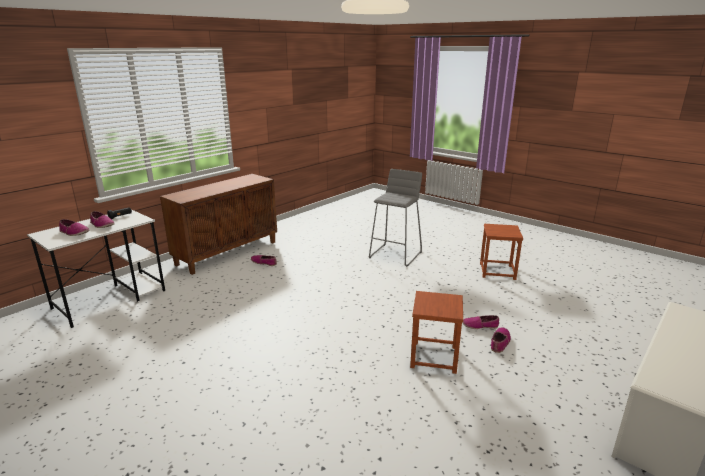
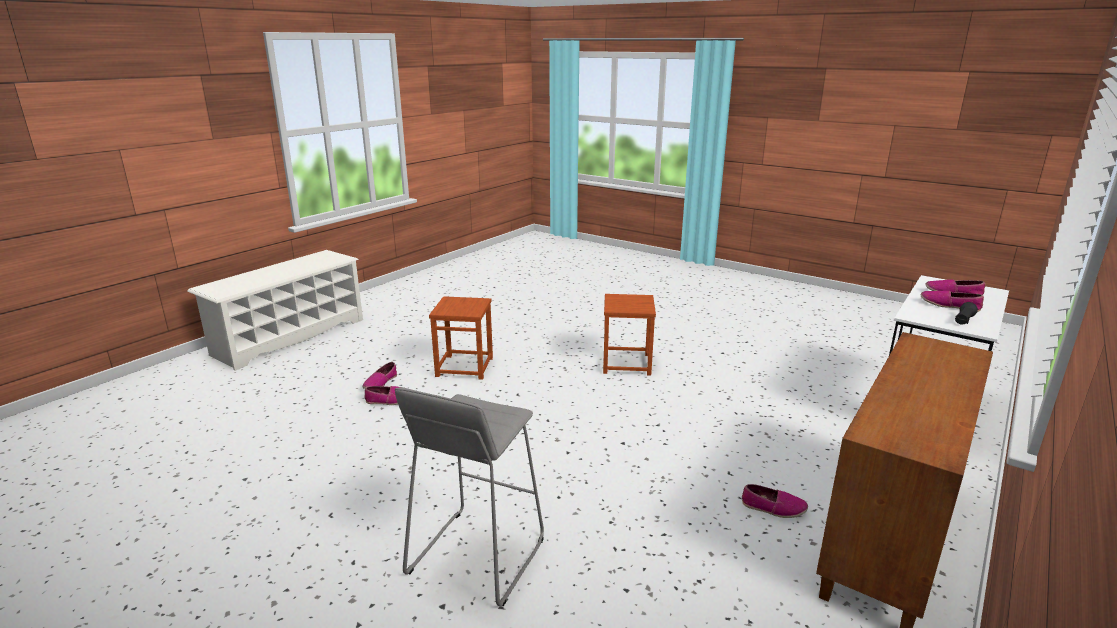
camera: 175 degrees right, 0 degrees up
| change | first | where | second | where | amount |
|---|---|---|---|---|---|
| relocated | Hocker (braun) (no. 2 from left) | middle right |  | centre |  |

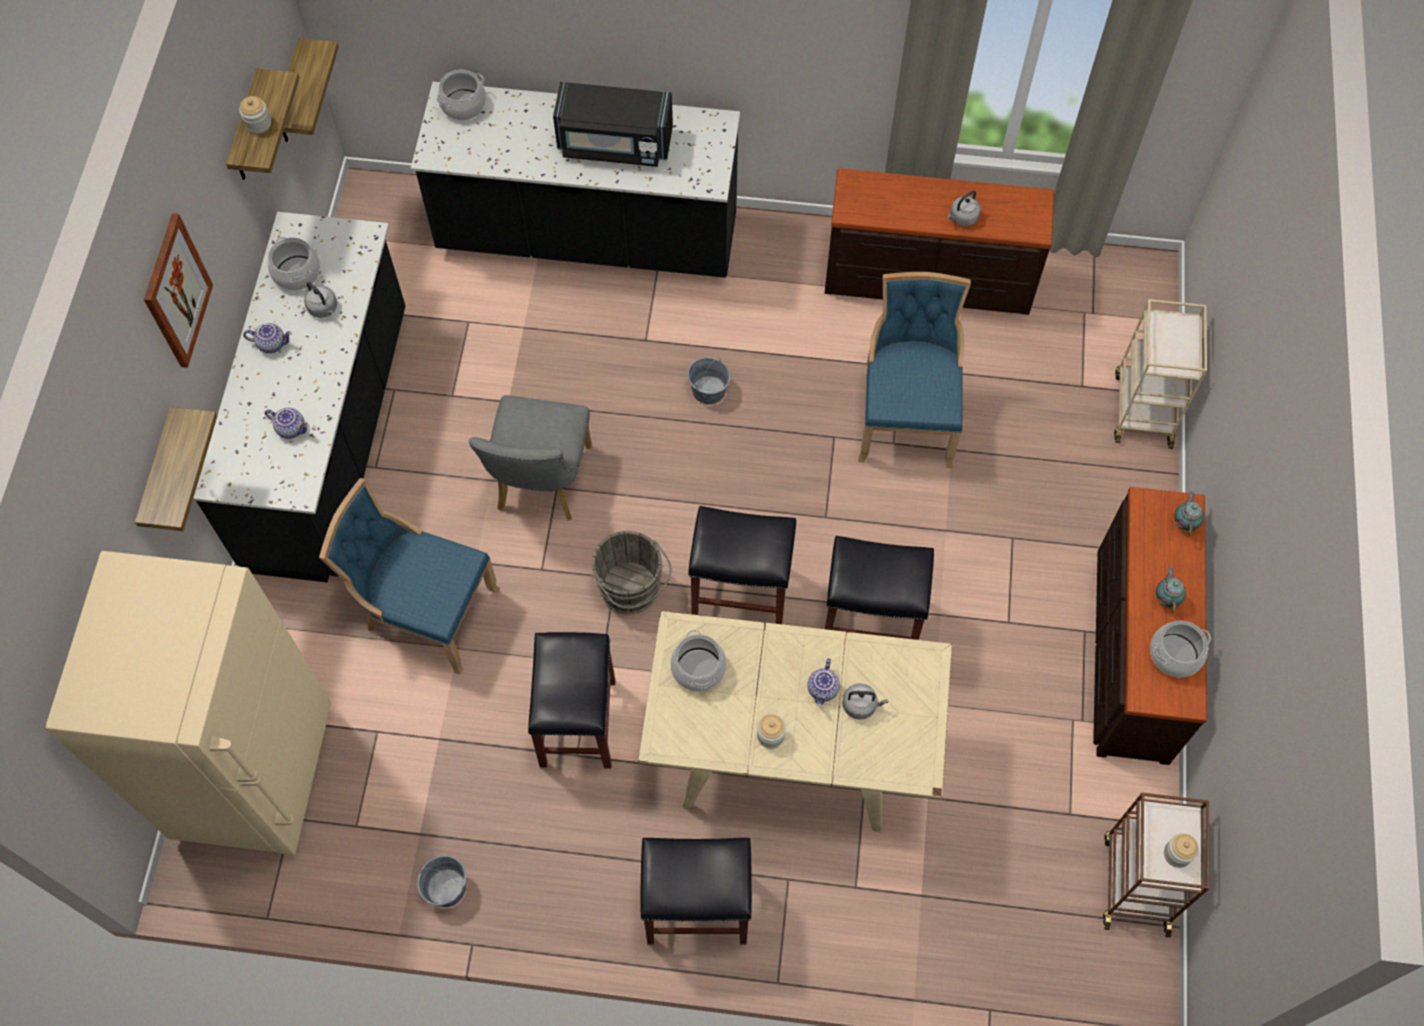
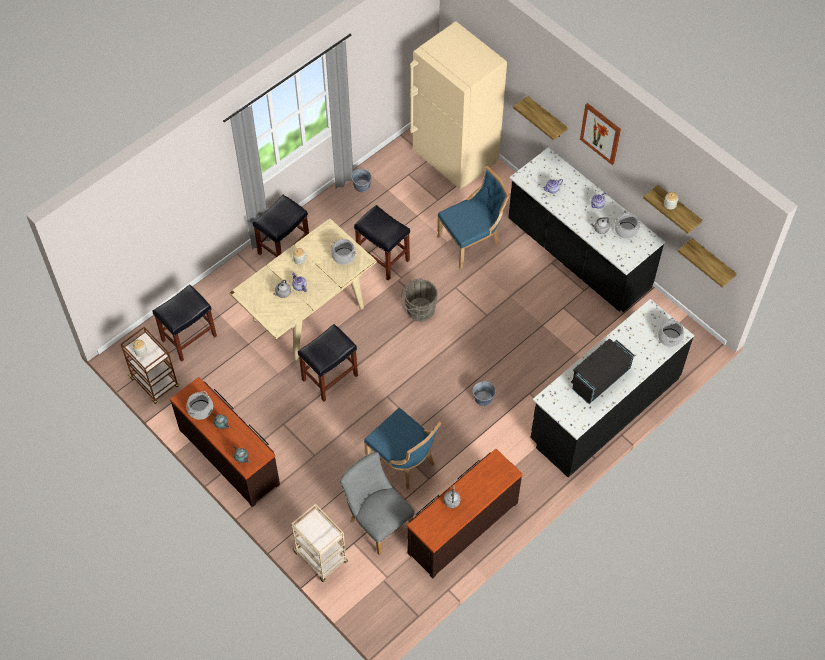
camera: 130 degrees right, 5 degrees down
| change | first | where | second | where | amount |
|---|---|---|---|---|---|
| relocated | Stuhl (grau) | centre |  | bottom centre |  |
| relocated | Hocker (schwarz) (no. 3 from left in the first image) | centre | Hocker (schwarz) (no. 1 from left) | middle left |  |

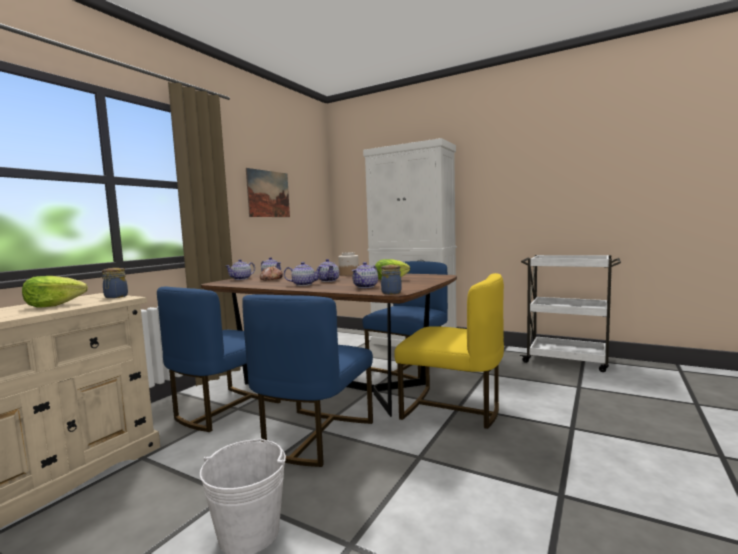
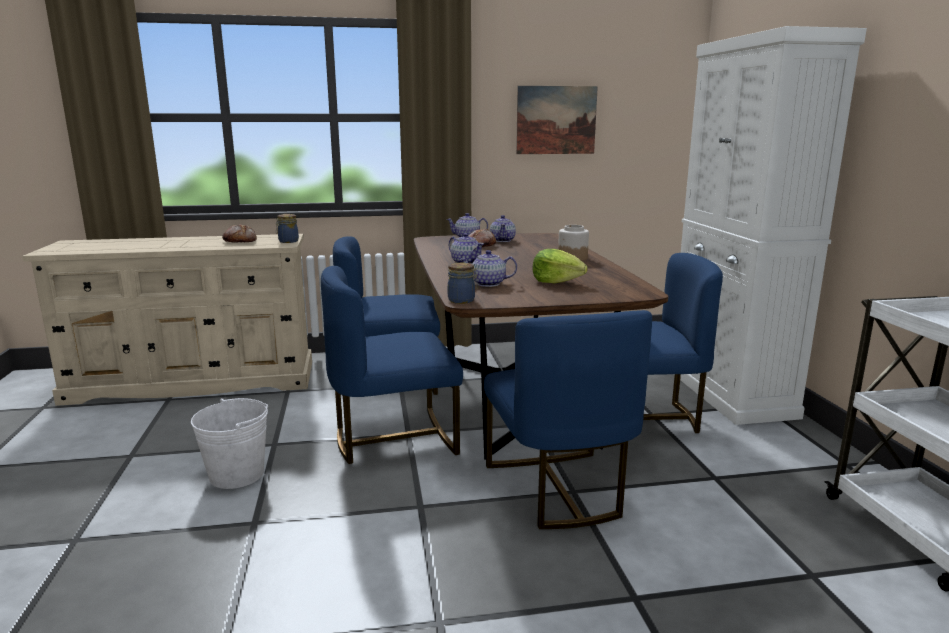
camera: 50 degrees right, 10 degrees up
| change | first | where | second | where | amount |
|---|---|---|---|---|---|
| missing | Teekanne (no. 4 from left) | centre |  |  |  |
| colour | Stuhl (gelb) | centre | Stuhl (blau) (no. 3 from left) | centre |  |
| exchanged | Salatkopf (no. 1 from left) | middle left | Brot (no. 1 from left) | middle left |  |

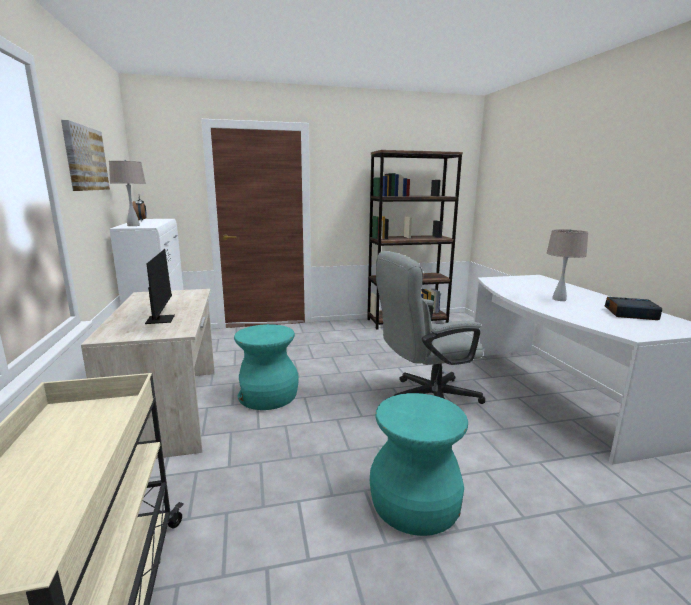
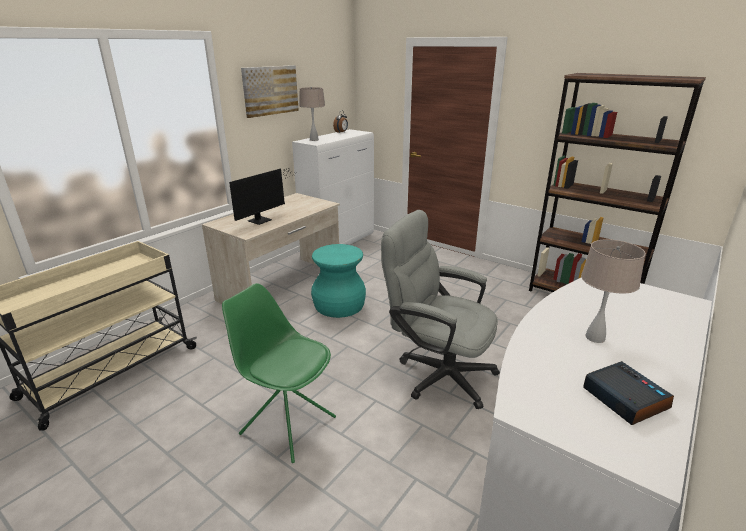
camera: 50 degrees right, 10 degrees up
| change | first | where | second | where | amount |
|---|---|---|---|---|---|
| exchanged | Hocker (türkis) (no. 2 from left) | bottom centre | Stuhl (grün) | bottom centre |  |

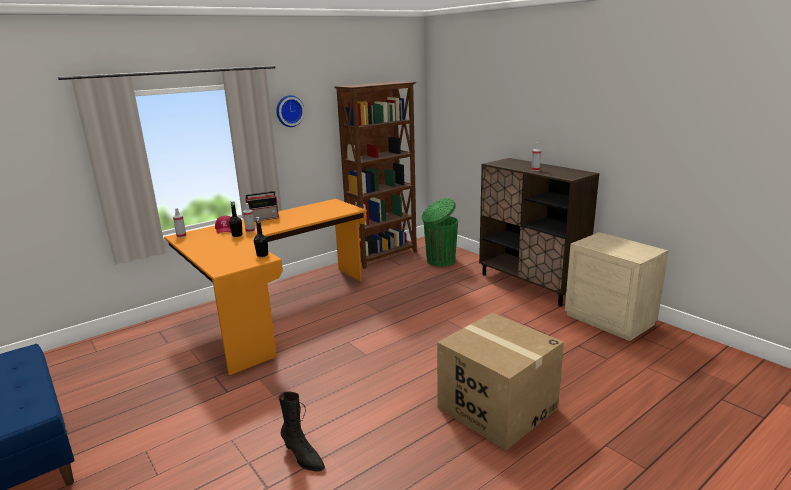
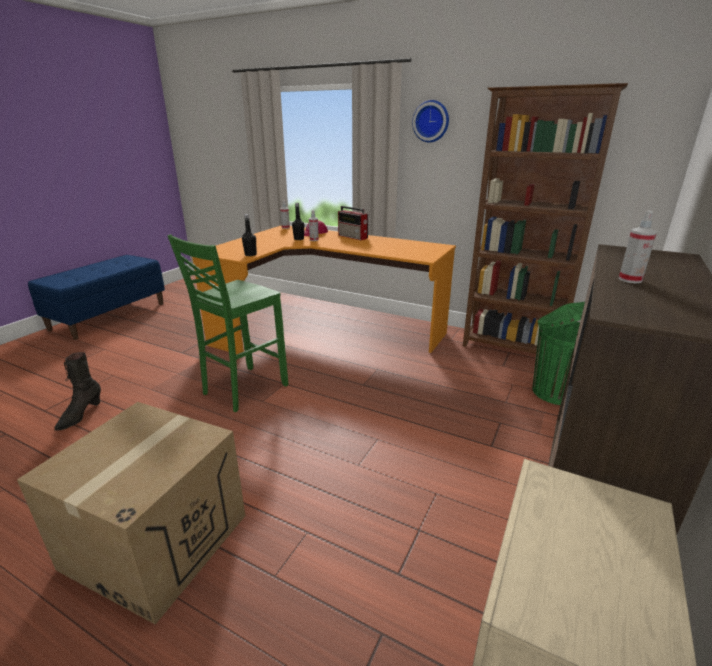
camera: 65 degrees right, 5 degrees up
| change | first | where | second | where | amount |
|---|---|---|---|---|---|
| appeared |  |  | Hocker (grün) | middle left |  |

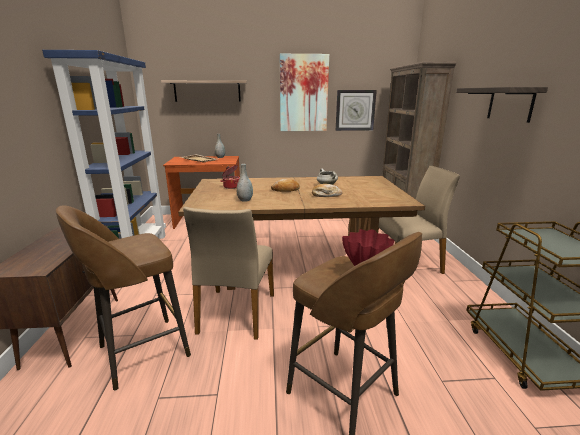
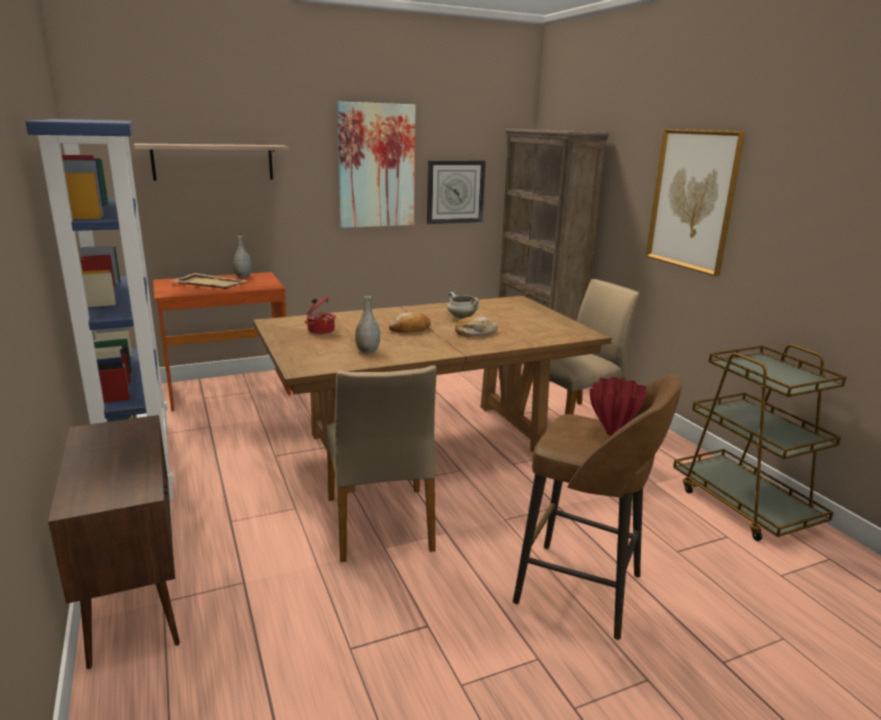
camera: 20 degrees left, 0 degrees up
| change | first | where | second | where | amount |
|---|---|---|---|---|---|
| exchanged | Wandregal (no. 2 from left) | top right | Bild (no. 2 from left) | top right |  |
| missing | Hocker (braun) (no. 1 from left) | bottom left |  |  |  |

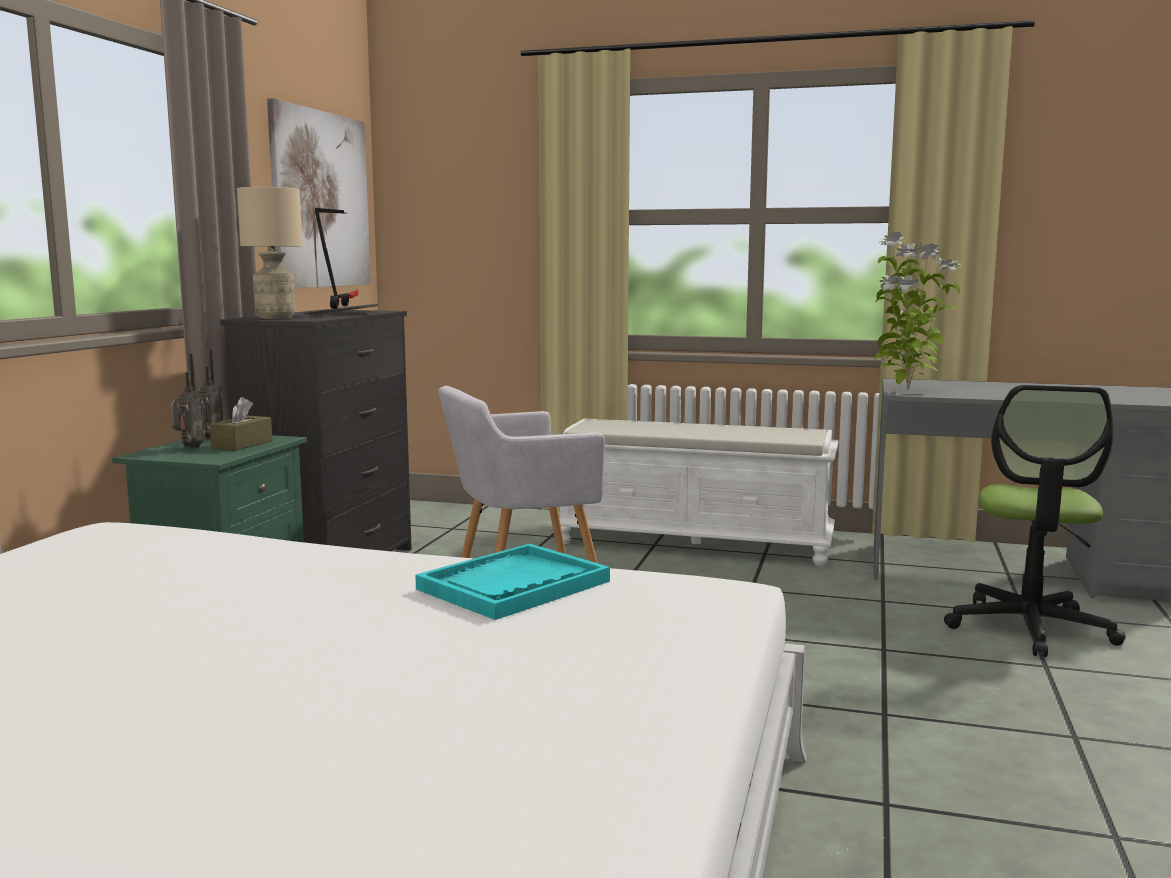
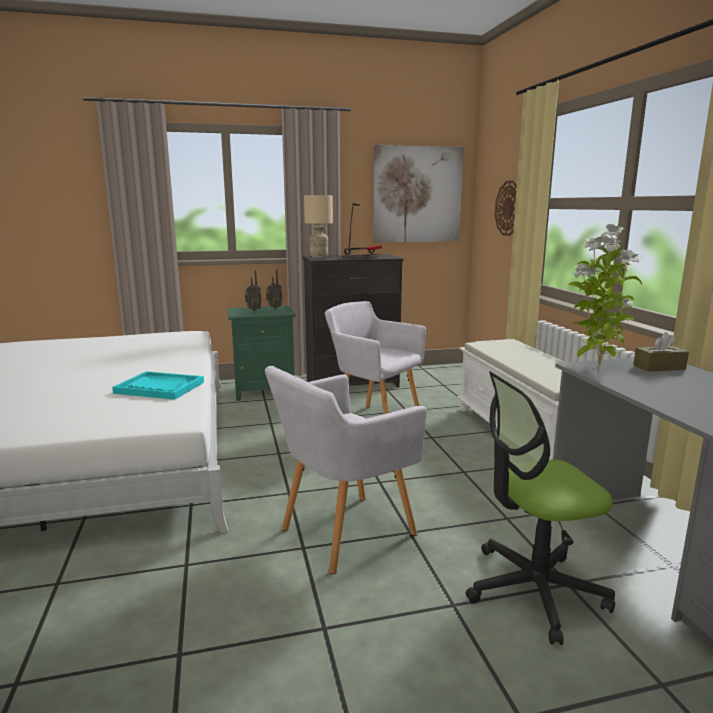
camera: 60 degrees right, 5 degrees up
| change | first | where | second | where | amount |
|---|---|---|---|---|---|
| relocated | Taschentuchbox (braun) | middle left |  | middle right |  |
| appeared |  |  | Wanduhr | top right |  |
| appeared |  |  | Sessel (grau) (no. 1 from left) | centre |  |

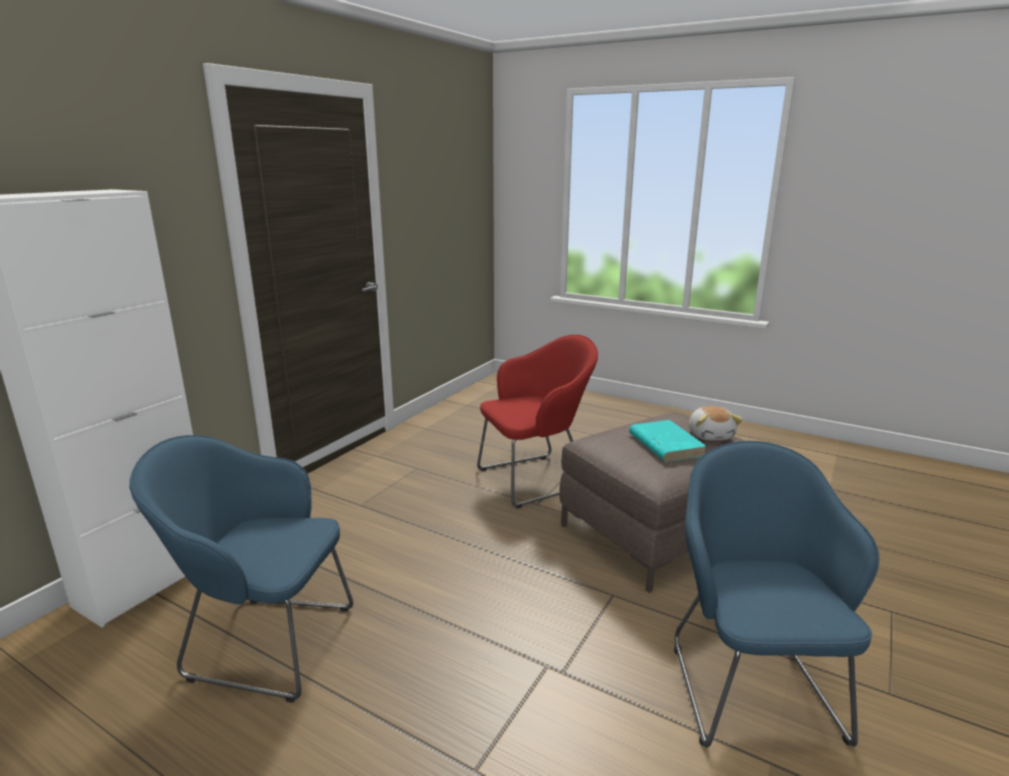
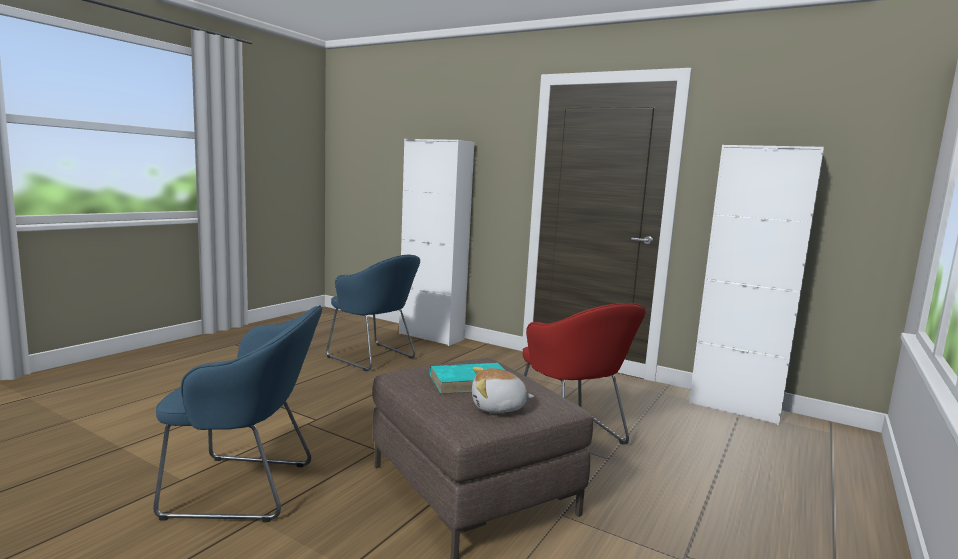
camera: 90 degrees right, 10 degrees down
| change | first | where | second | where | amount |
|---|---|---|---|---|---|
| spun | Sessel (blau) (no. 1 from left in the first image) | bottom left | Sessel (blau) (no. 2 from left) | centre | 120 degrees clockwise |
| appeared |  |  | Schrank (weiß) (no. 2 from left) | middle right |  |

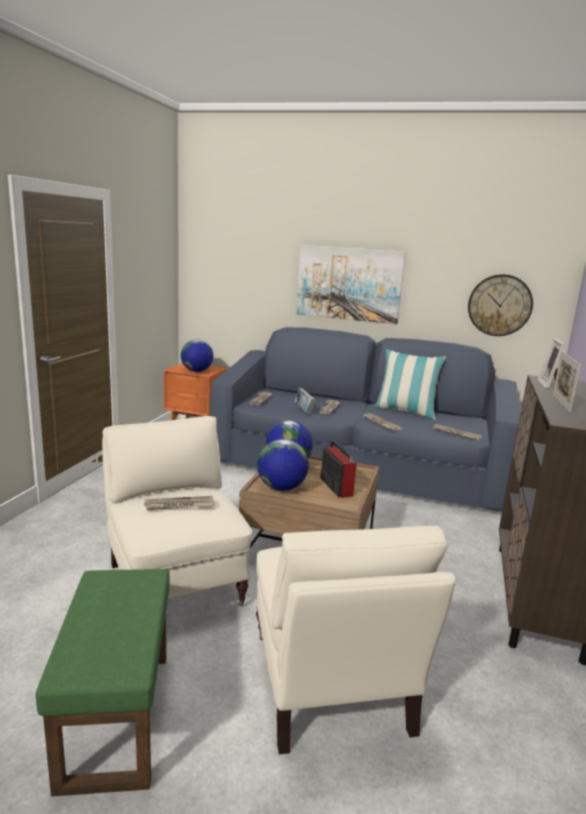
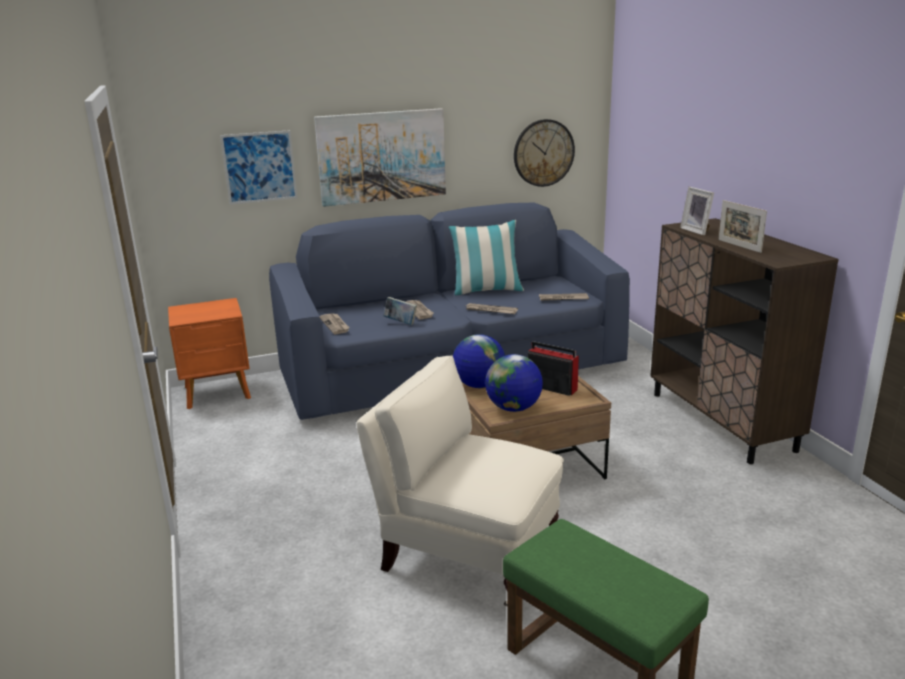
camera: 35 degrees left, 5 degrees up
| change | first | where | second | where | amount |
|---|---|---|---|---|---|
| missing | Globus (no. 1 from left) | centre |  |  |  |
| missing | Zeitung (no. 1 from left) | middle left |  |  |  |
| missing | Sessel (beige) (no. 2 from left) | bottom centre |  |  |  |
| appeared |  |  | Bild (no. 1 from left) | top left |  |

